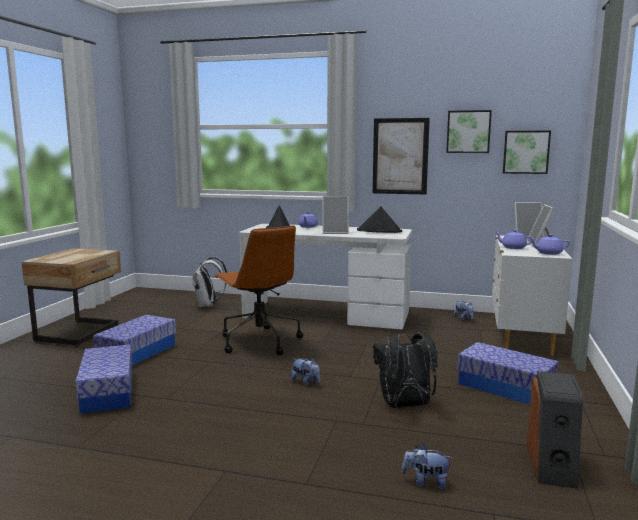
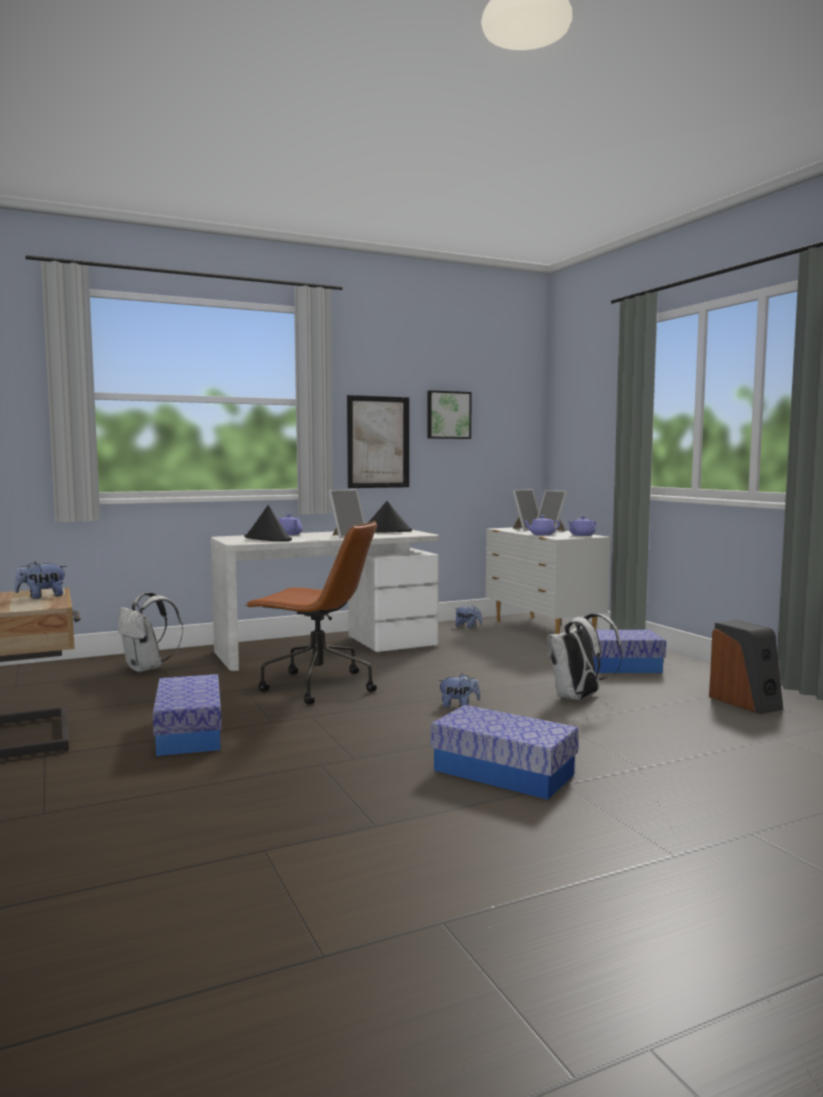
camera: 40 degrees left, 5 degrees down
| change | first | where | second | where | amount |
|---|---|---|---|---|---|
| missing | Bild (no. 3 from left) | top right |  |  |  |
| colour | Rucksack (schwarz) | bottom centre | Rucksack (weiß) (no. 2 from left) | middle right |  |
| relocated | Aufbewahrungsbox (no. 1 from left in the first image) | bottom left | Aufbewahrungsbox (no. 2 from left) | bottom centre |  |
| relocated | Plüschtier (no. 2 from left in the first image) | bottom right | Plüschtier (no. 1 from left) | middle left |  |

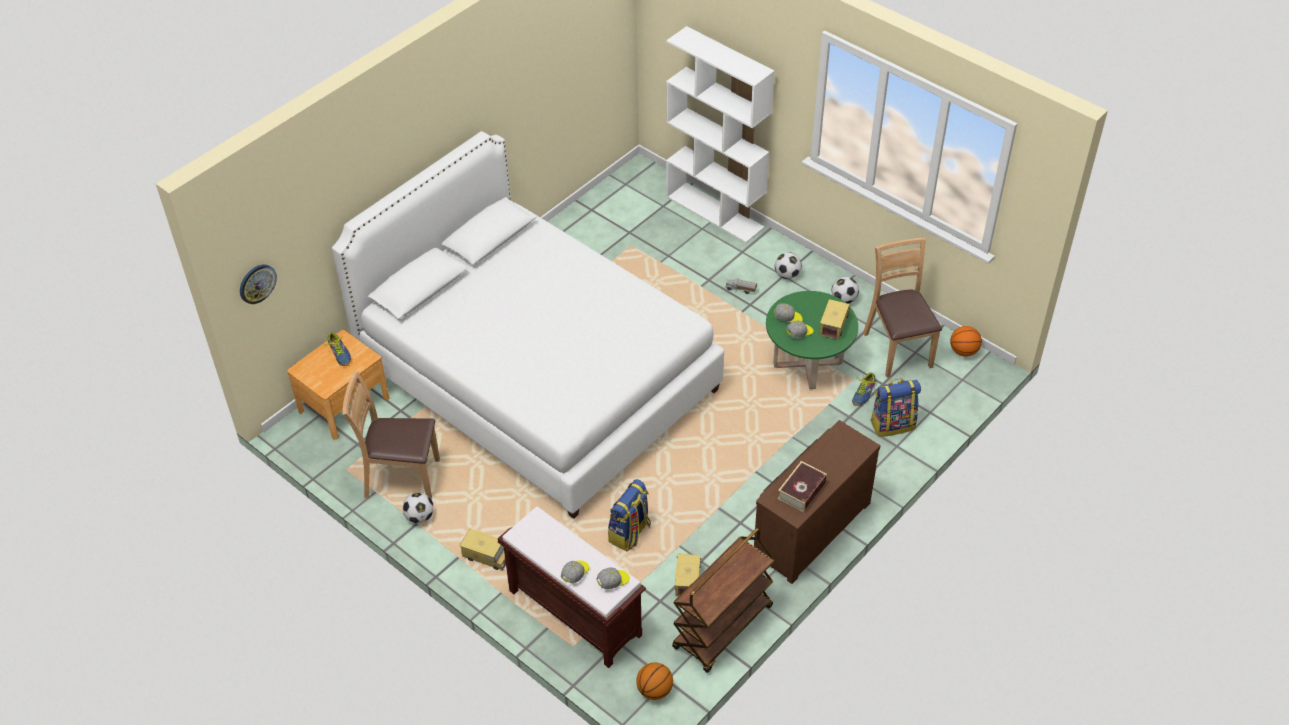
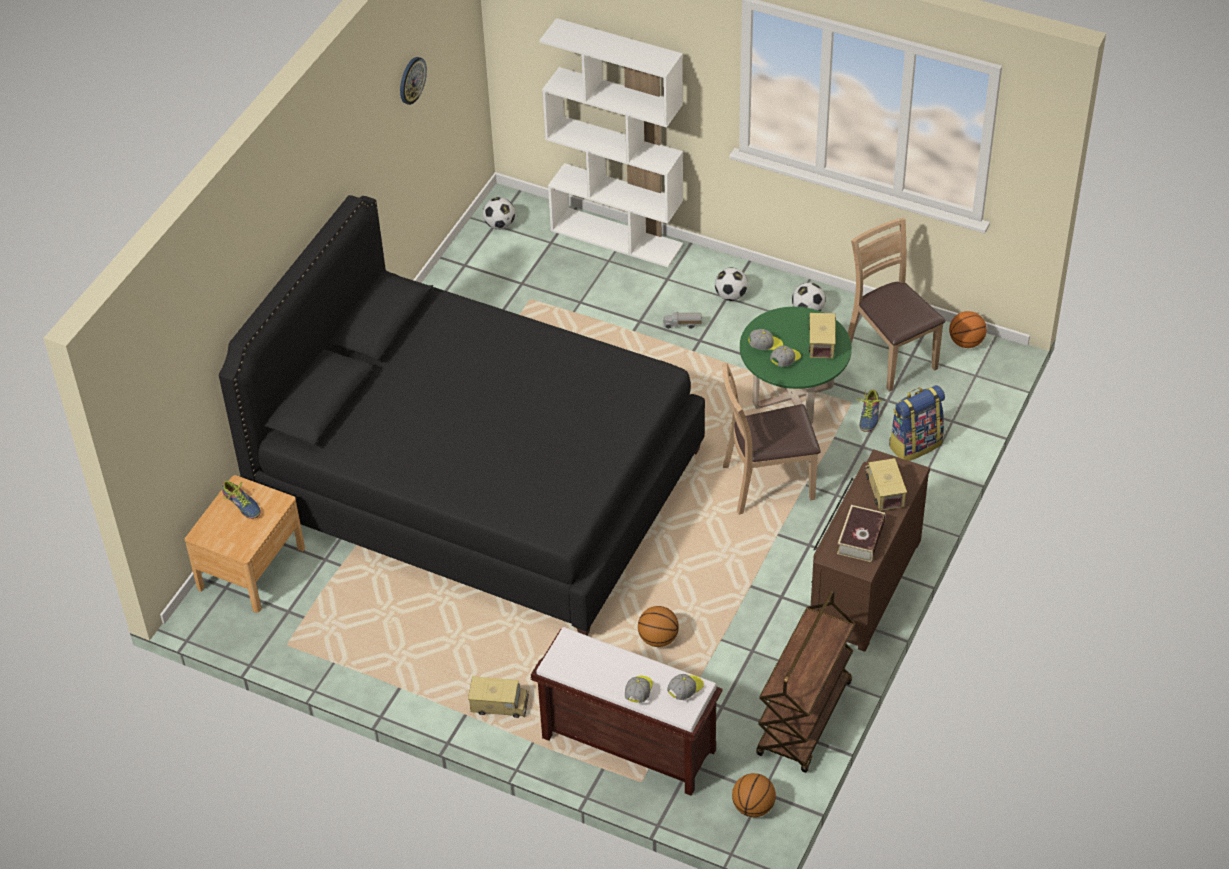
camera: 15 degrees left, 0 degrees up
| change | first | where | second | where | amount |
|---|---|---|---|---|---|
| colour | Bett (weiß) | centre | Bett (schwarz) | centre |  |
| relocated | Wanduhr | middle left |  | top centre |  |
| relocated | Stuhl (braun) (no. 1 from left) | middle left |  | centre |  |
| exchanged | Rucksack (no. 1 from left) | bottom centre | Basketball (no. 1 from left) | bottom centre |  |
| relocated | Fußball (no. 1 from left) | bottom left |  | top centre |  |
| relocated | Spielzeuglaster (no. 2 from left in the first image) | bottom centre | Spielzeuglaster (no. 4 from left) | middle right |  |

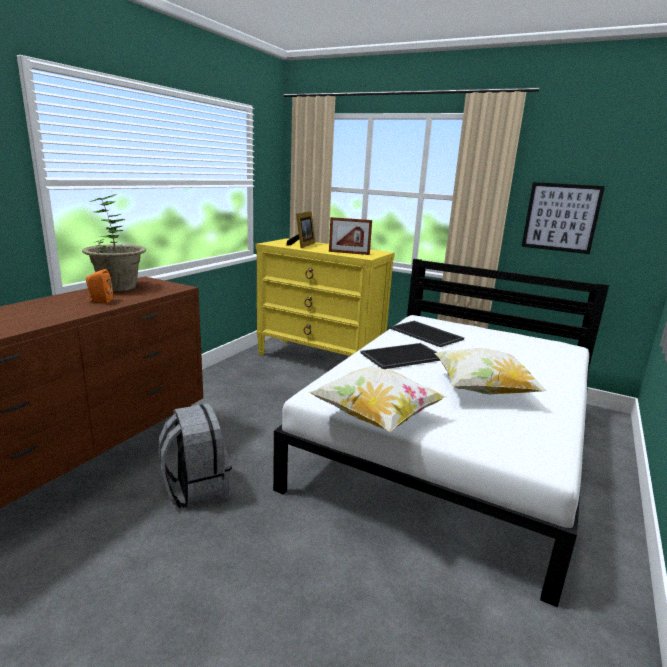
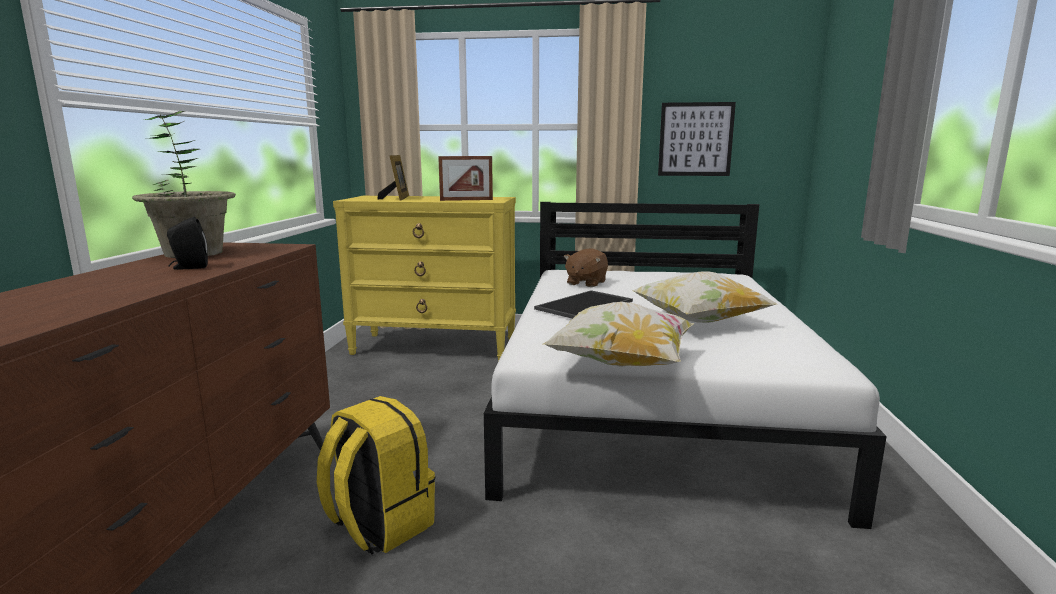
camera: 20 degrees left, 5 degrees down
| change | first | where | second | where | amount |
|---|---|---|---|---|---|
| colour | Lautsprecher (orange) | middle left | Lautsprecher (schwarz) | middle left |  |
| exchanged | Tablett (no. 2 from left) | centre | Plüschtier (braun) | centre |  |
| colour | Rucksack (grau) | bottom left | Rucksack (gelb) | bottom centre |  |

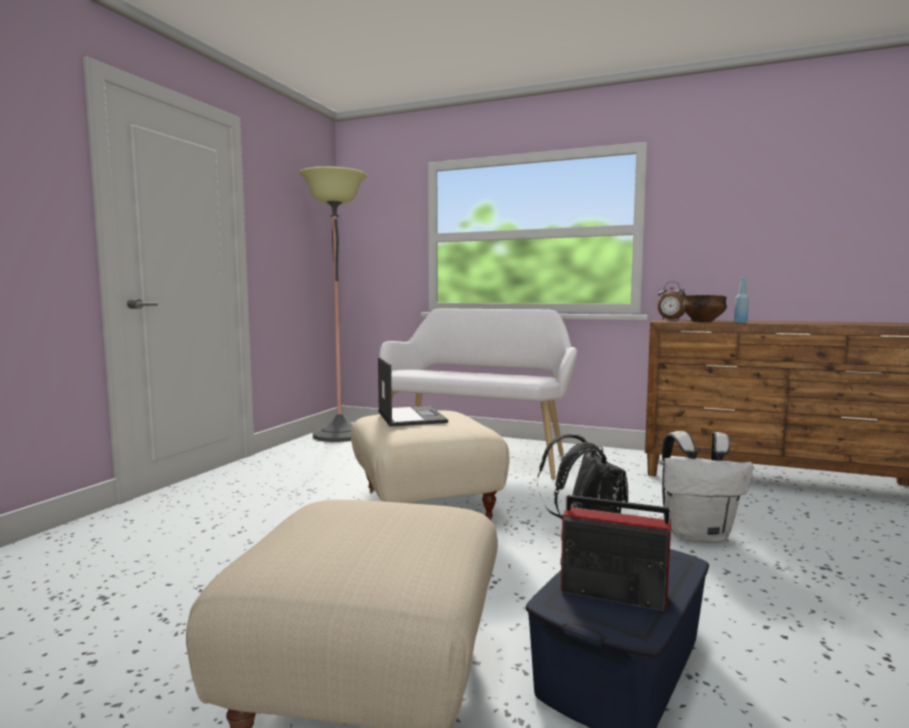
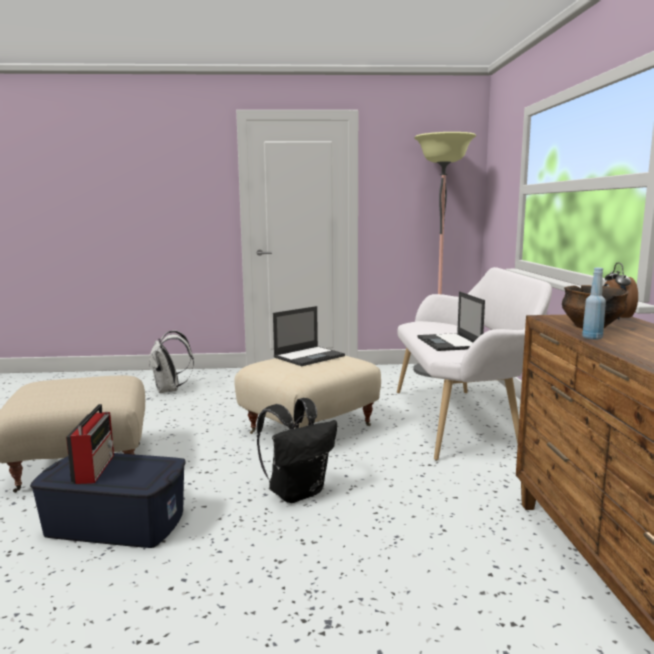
camera: 65 degrees right, 5 degrees up
| change | first | where | second | where | amount |
|---|---|---|---|---|---|
| relocated | Rucksack (weiß) | bottom right |  | middle left |  |
| appeared |  |  | Laptop (no. 2 from left) | middle right |  |

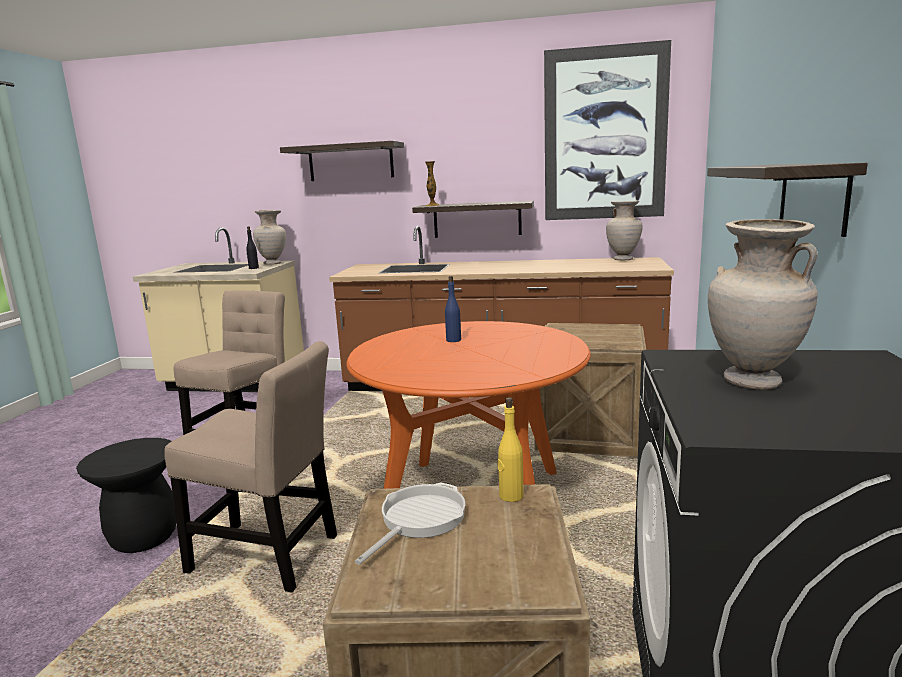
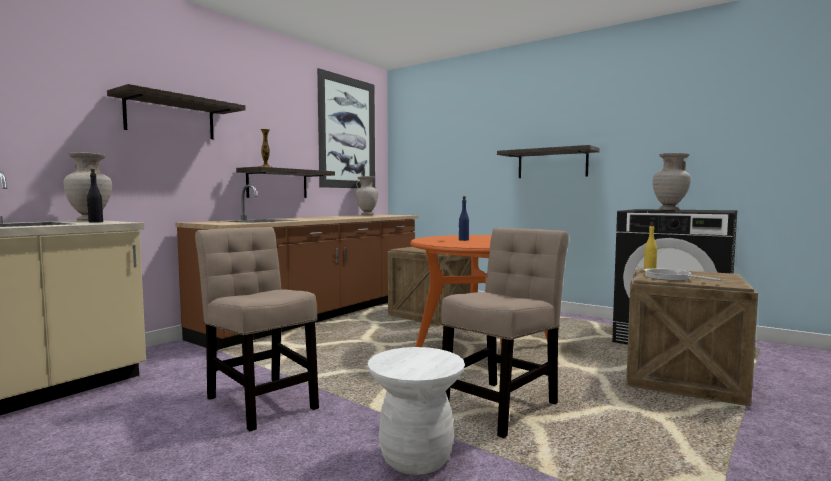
camera: 65 degrees left, 10 degrees down
| change | first | where | second | where | amount |
|---|---|---|---|---|---|
| colour | Hocker (schwarz) | bottom left | Hocker (weiß) | bottom centre |  |

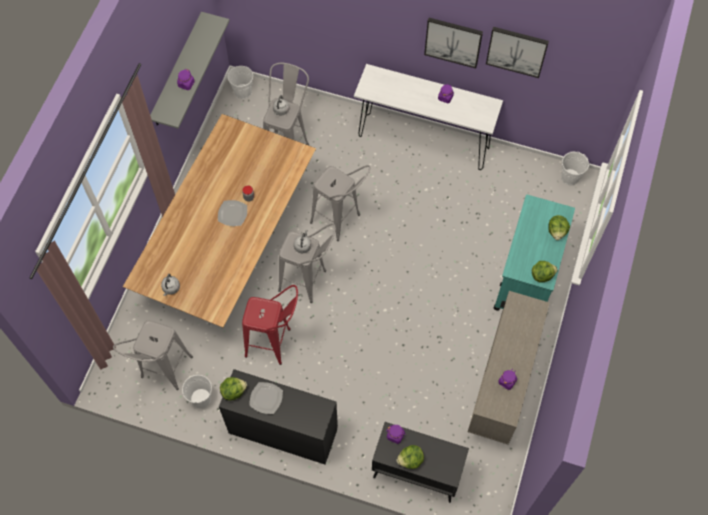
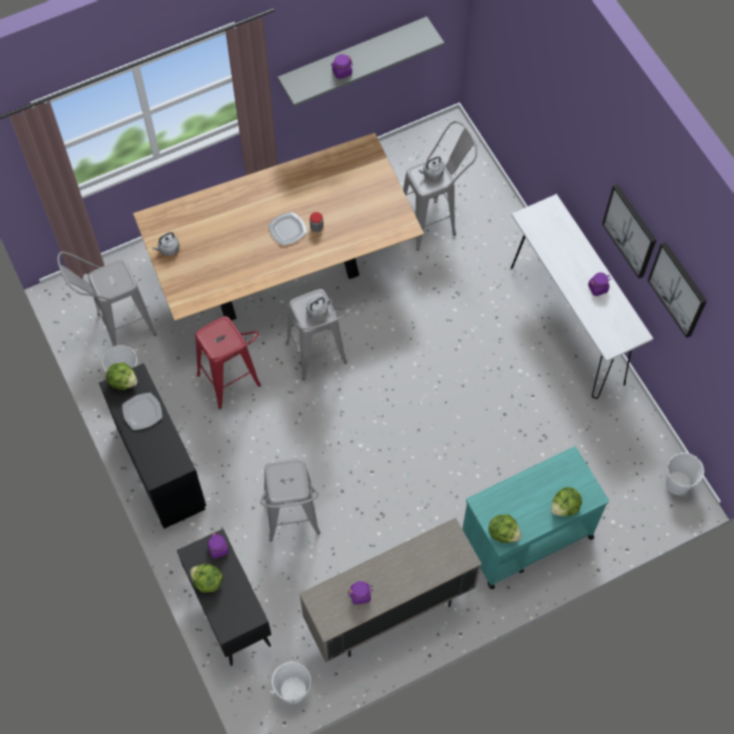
camera: 45 degrees right, 0 degrees up
| change | first | where | second | where | amount |
|---|---|---|---|---|---|
| relocated | Eimer (weiß) (no. 2 from left) | top centre |  | bottom centre |  |
| relocated | Hocker (grau) (no. 4 from left in the first image) | centre | Hocker (grau) (no. 2 from left) | bottom centre |  |

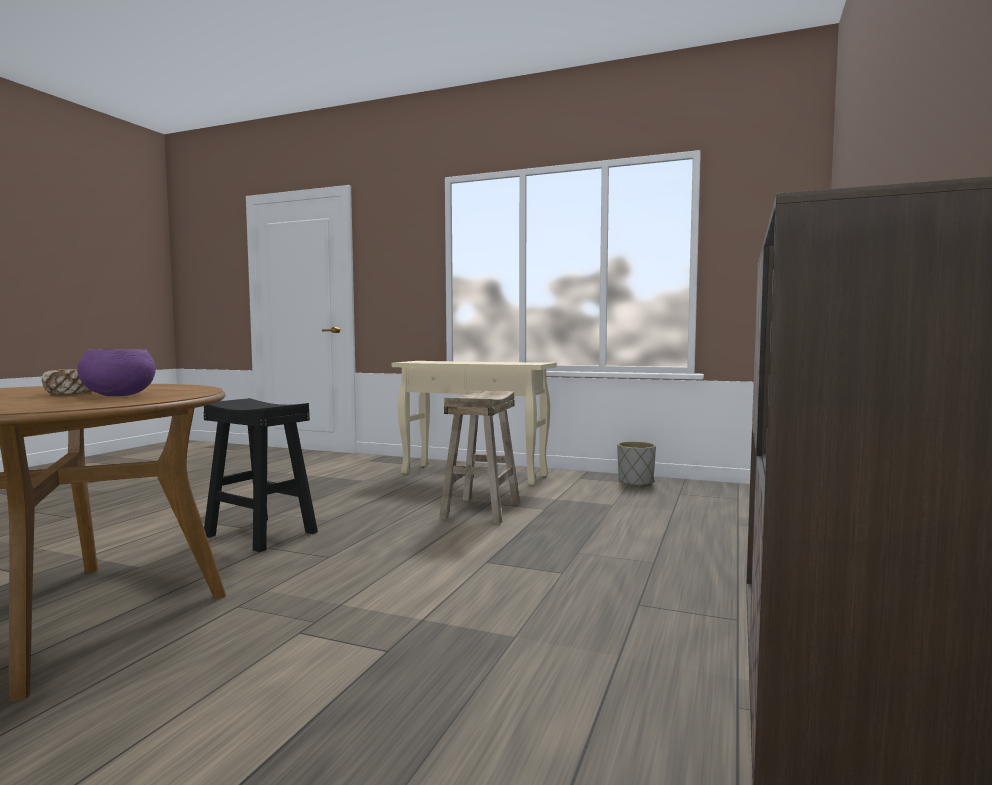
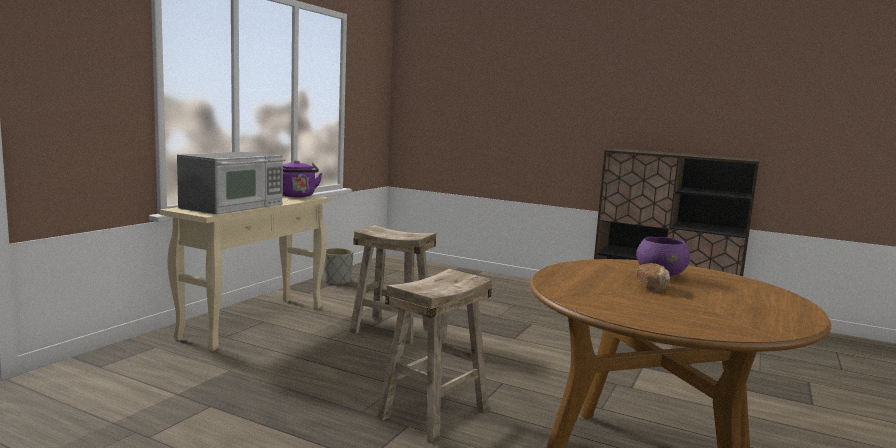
camera: 85 degrees left, 5 degrees up
| change | first | where | second | where | amount |
|---|---|---|---|---|---|
| colour | Hocker (schwarz) | middle left | Hocker (beige) (no. 2 from left) | bottom centre |  |
| appeared |  |  | Mikrowelle | middle left |  |
| appeared |  |  | Wasserkessel (lila) | centre |  |

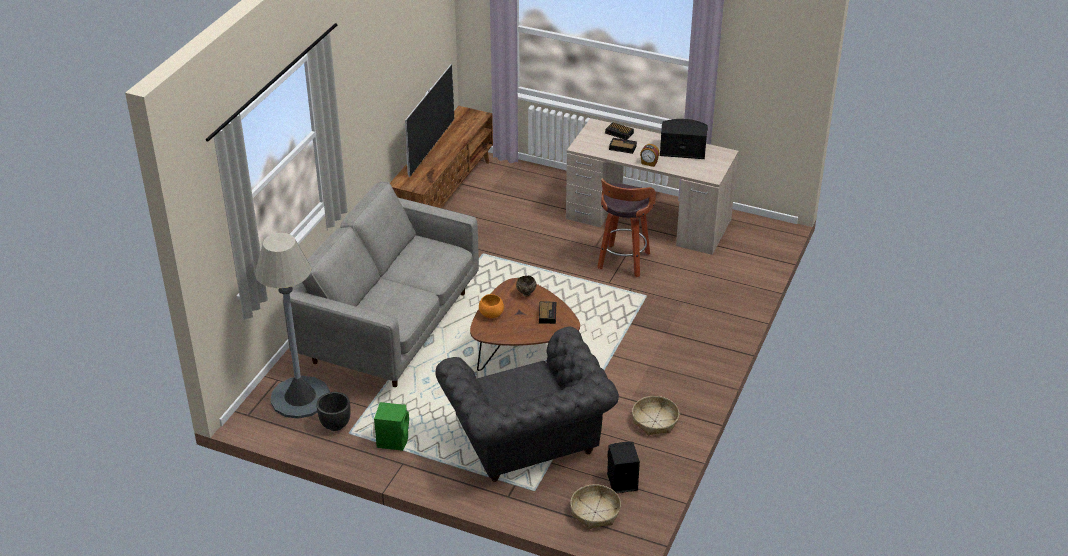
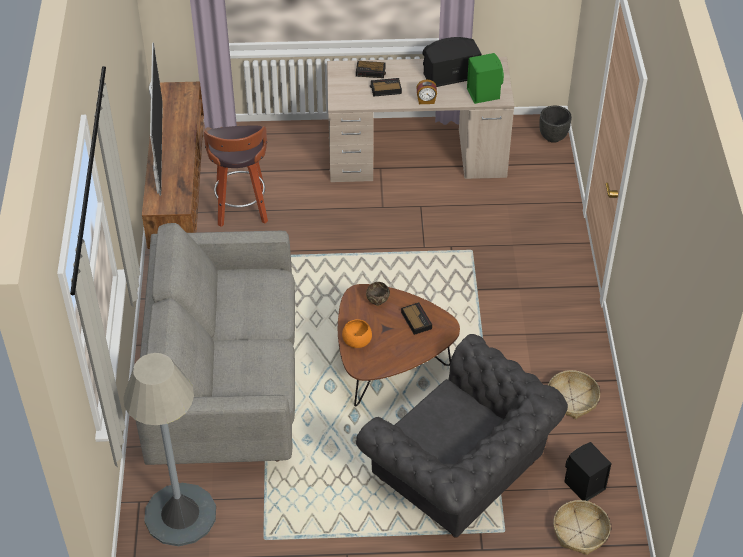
camera: 25 degrees left, 10 degrees up
| change | first | where | second | where | amount |
|---|---|---|---|---|---|
| relocated | Hocker | centre |  | top left |  |
| relocated | Pflanzkübel (schwarz) | bottom left |  | top right |  |
| relocated | Lautsprecher (grün) | bottom centre |  | top centre |  |

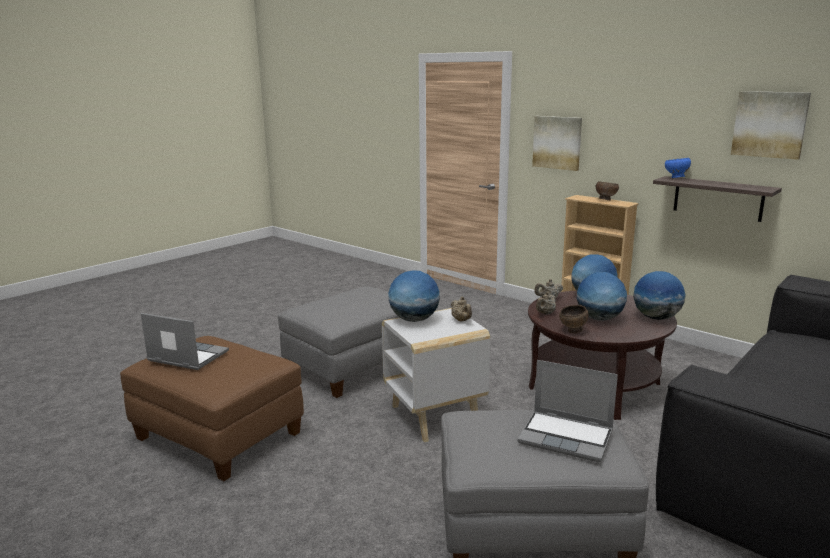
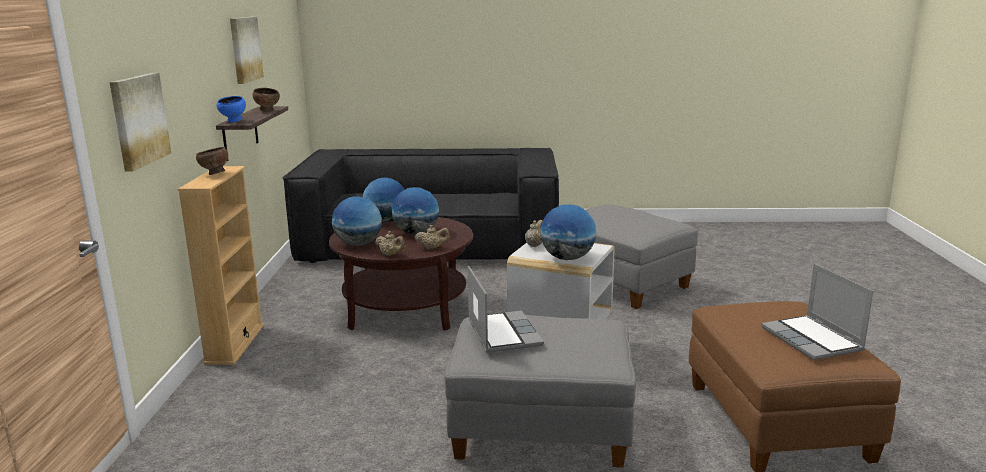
camera: 130 degrees left, 0 degrees up
| change | first | where | second | where | amount |
|---|---|---|---|---|---|
| relocated | Schüssel (braun) (no. 1 from left in the first image) | middle right | Schüssel (braun) (no. 2 from left) | top left |  |
| relocated | Laptop (no. 2 from left in the first image) | bottom right | Laptop (no. 1 from left) | centre |  |

